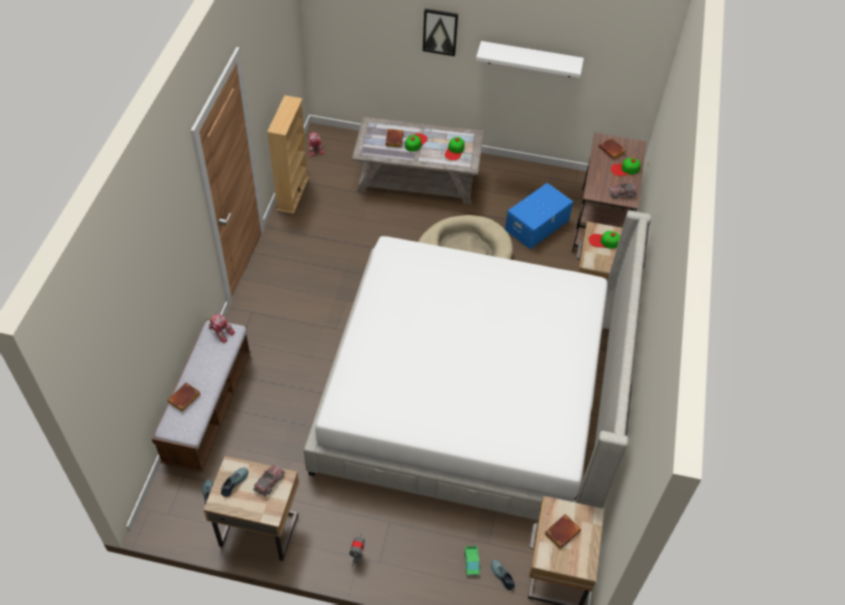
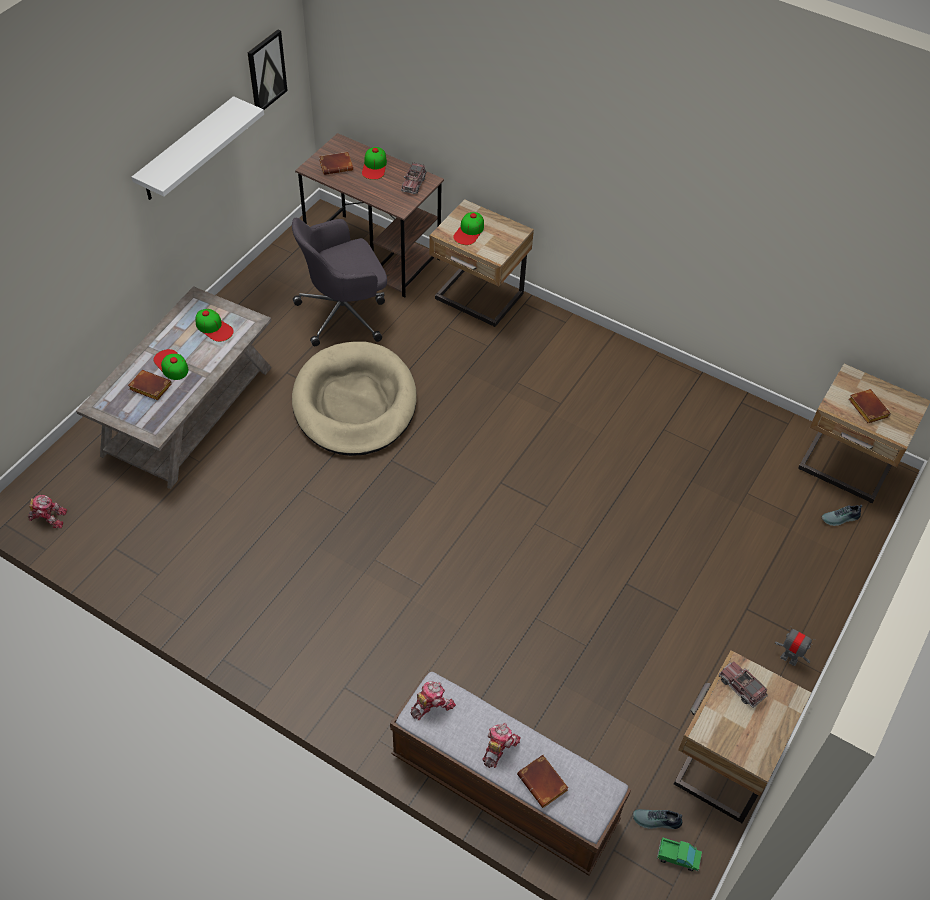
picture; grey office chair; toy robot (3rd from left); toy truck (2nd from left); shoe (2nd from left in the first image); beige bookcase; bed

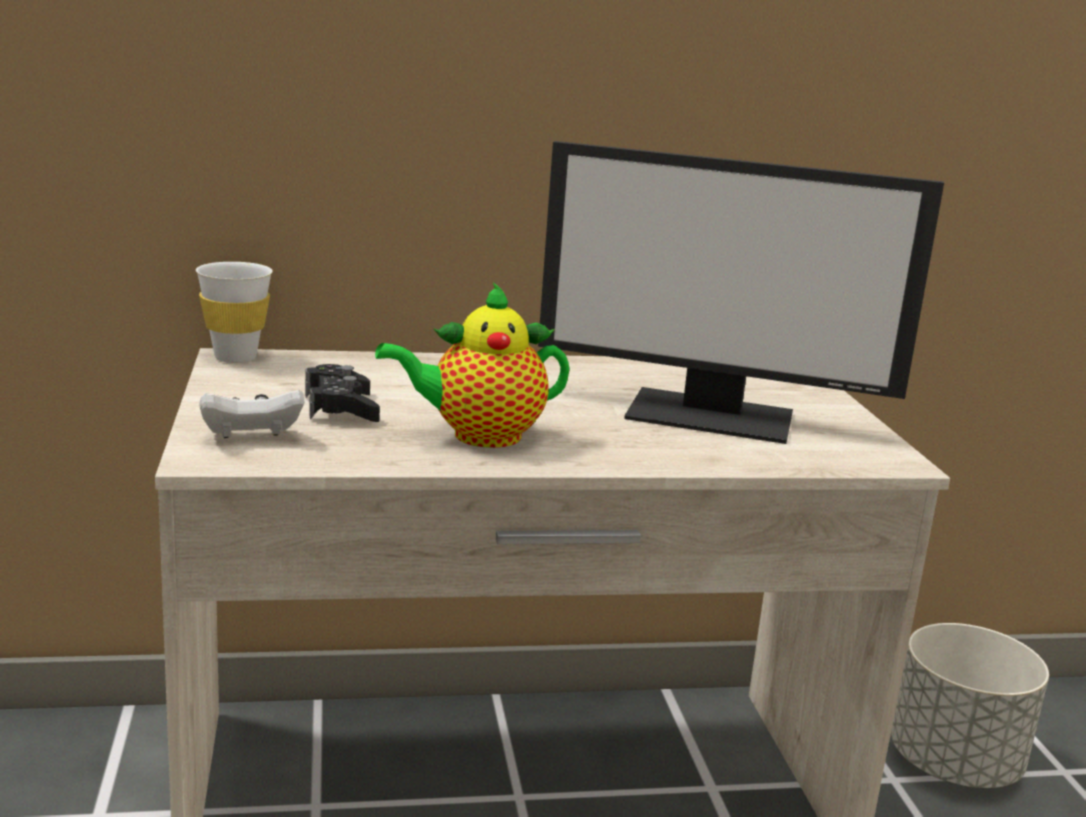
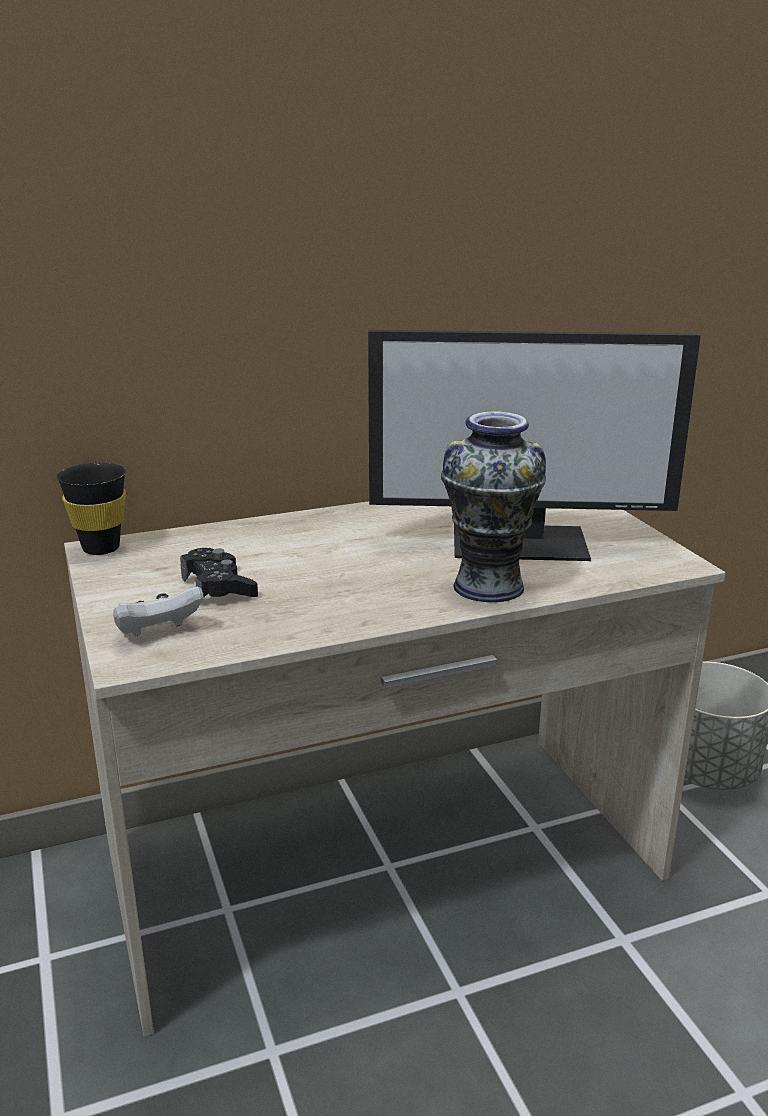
black cup; vase; teapot

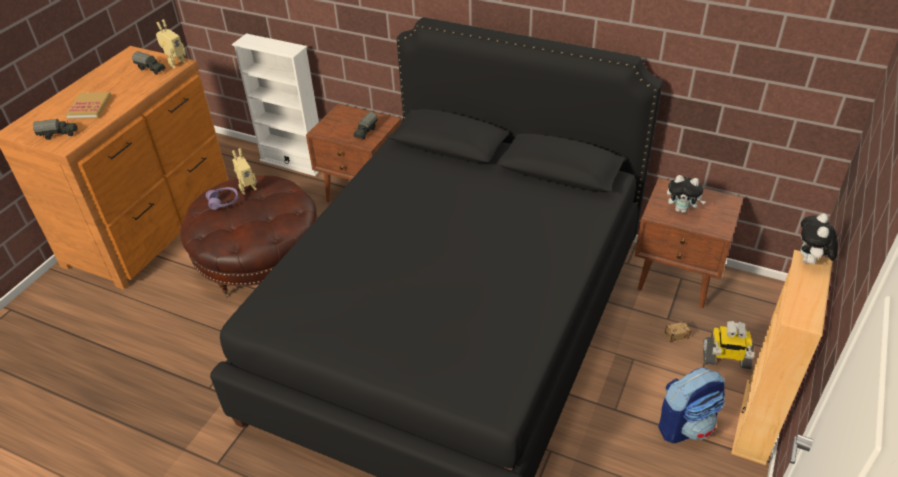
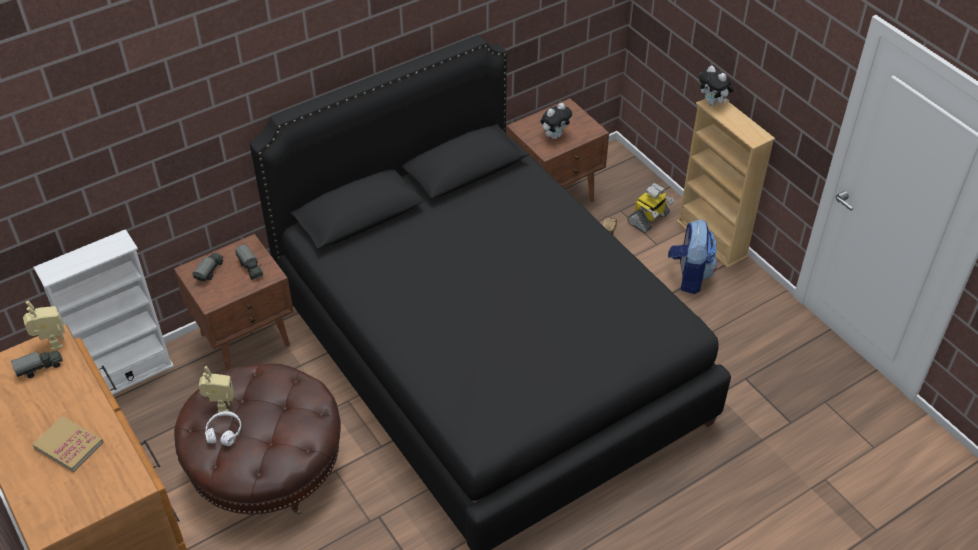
toy truck (2nd from left); white headphones

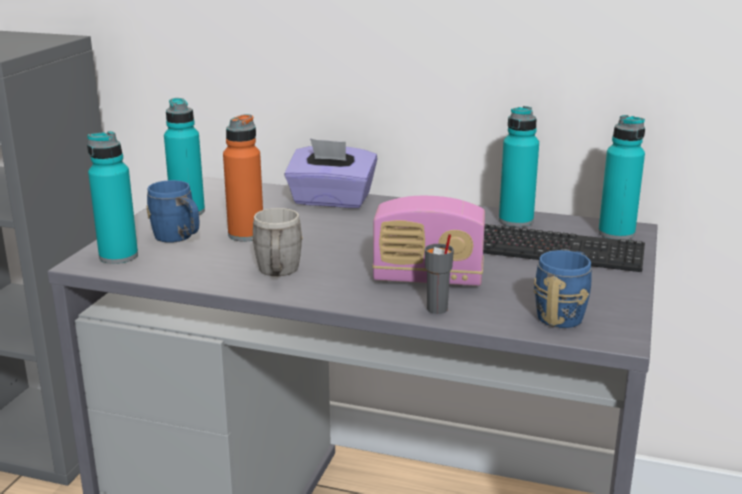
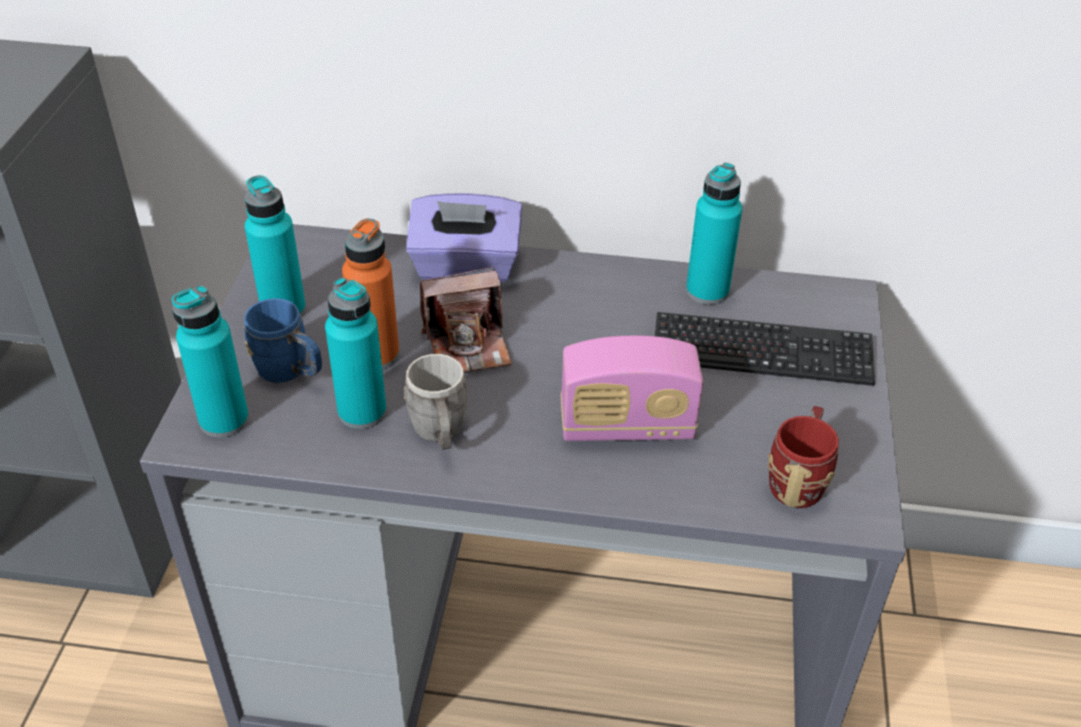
turquoise bottle (3rd from left); photo camera; red mug; grey cup

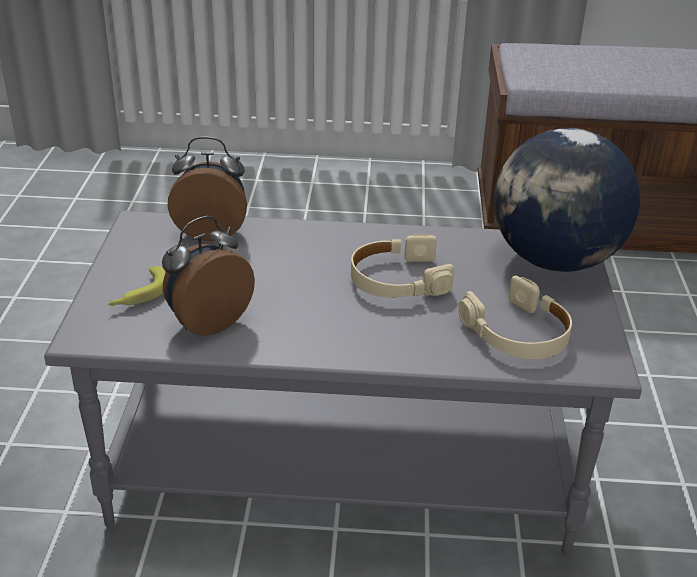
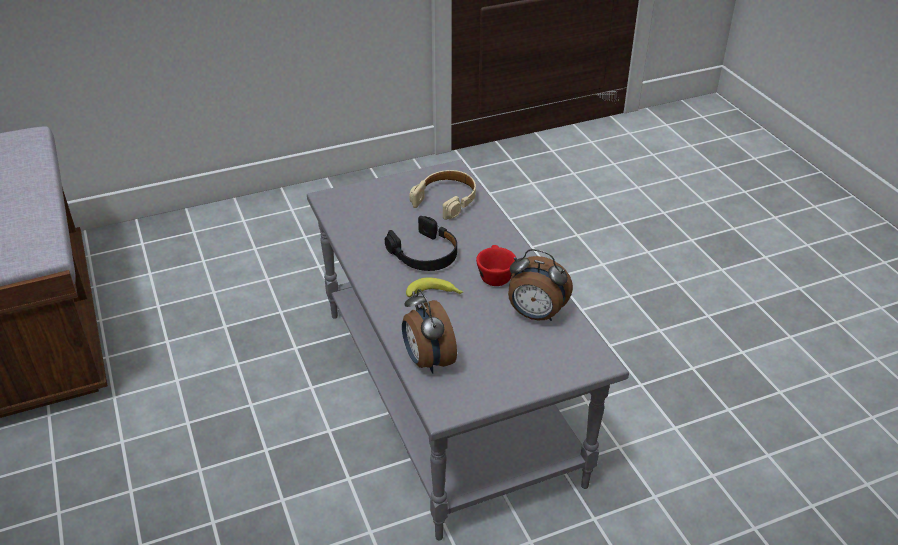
black headphones; banana; red cup; globe

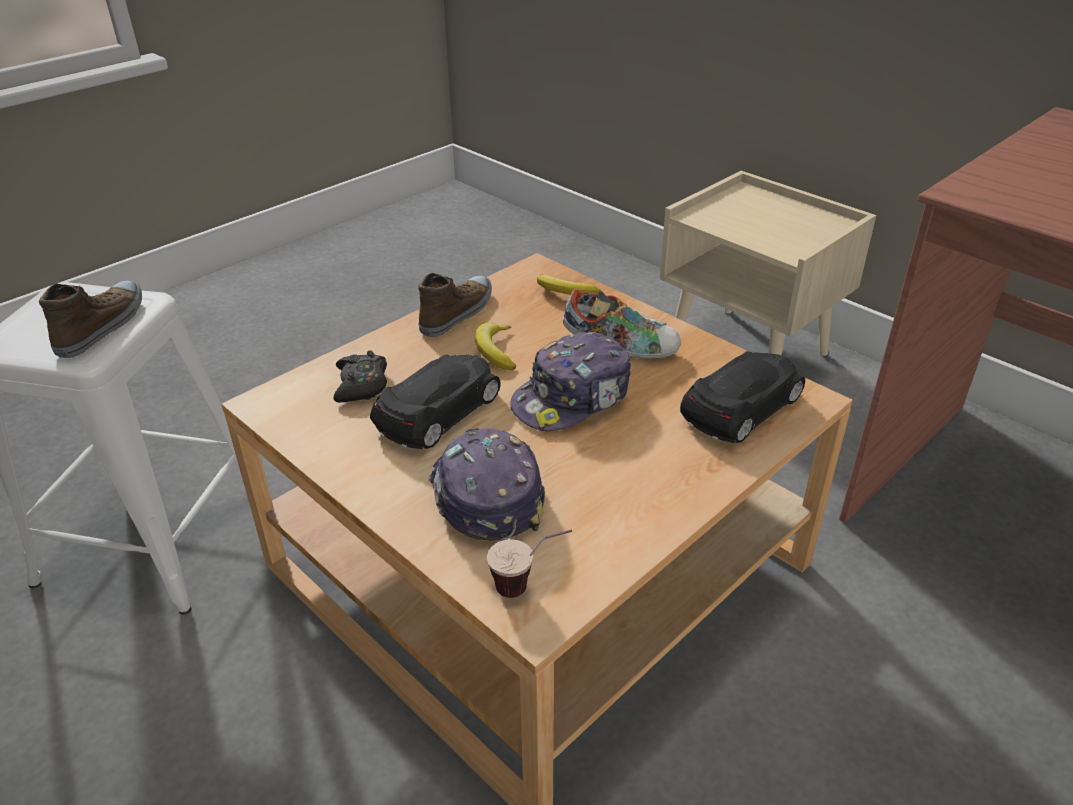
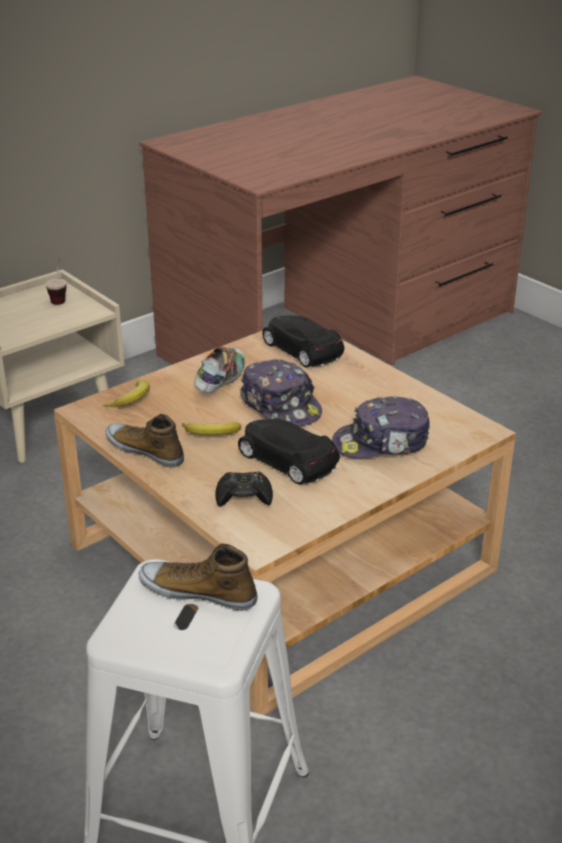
cup

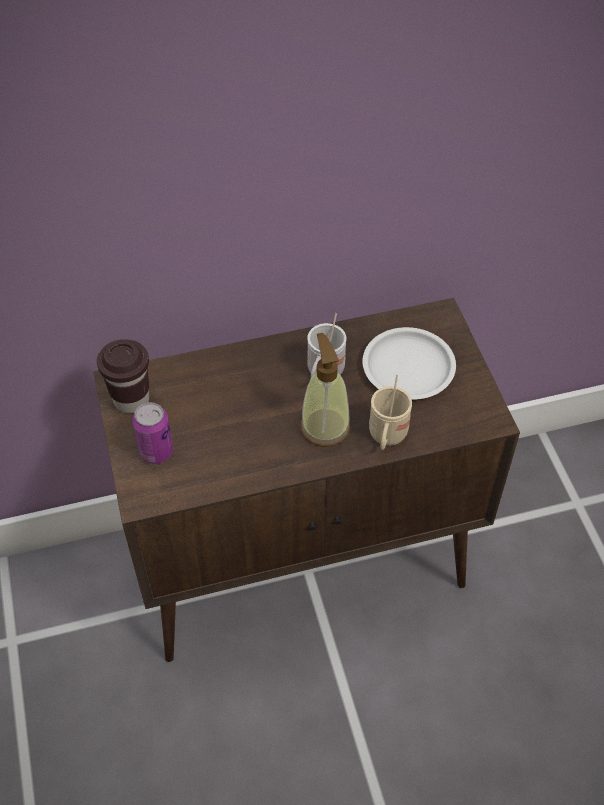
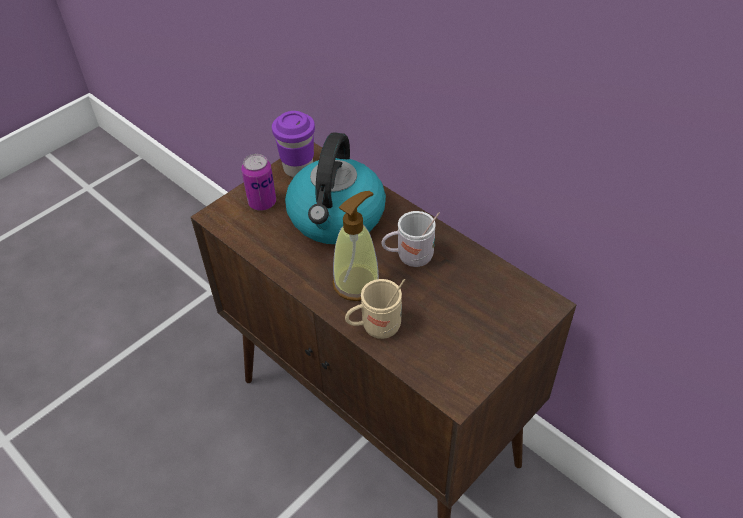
purple cup; kettle; white plate

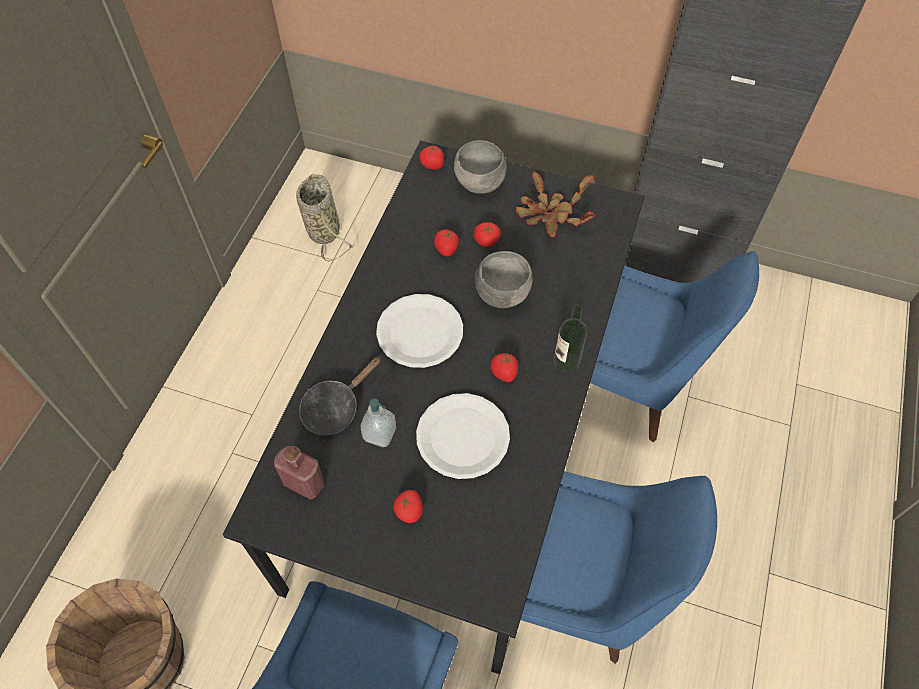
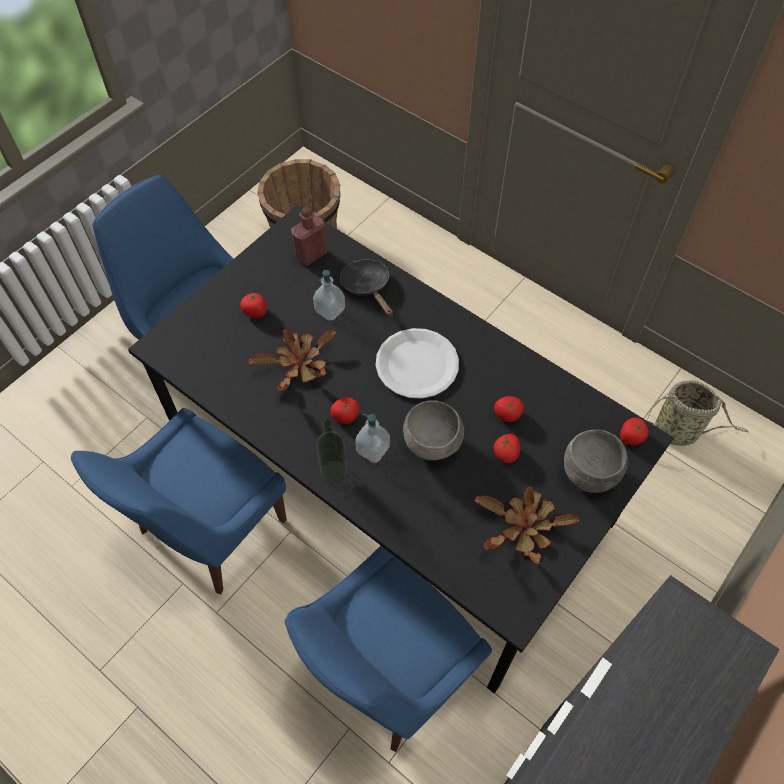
potted plant (1st from left); soap dispenser (2nd from left)

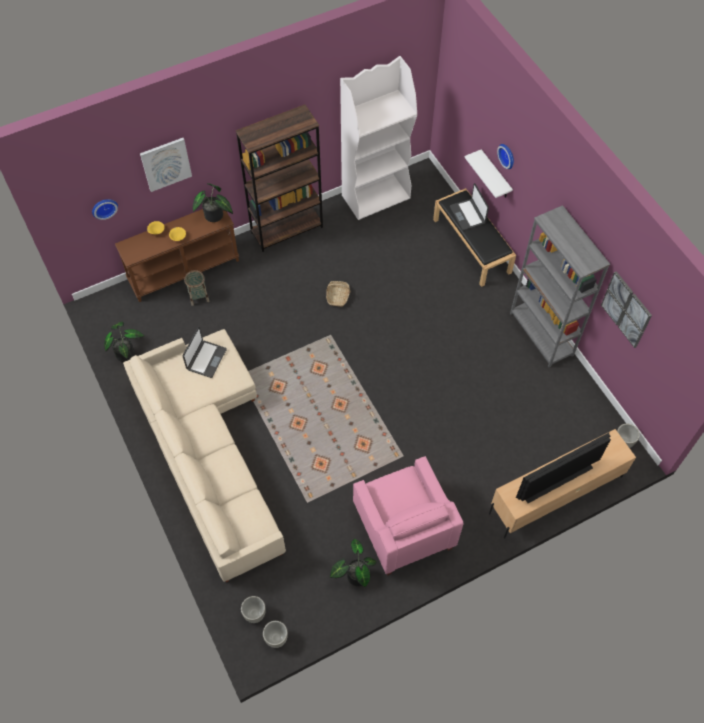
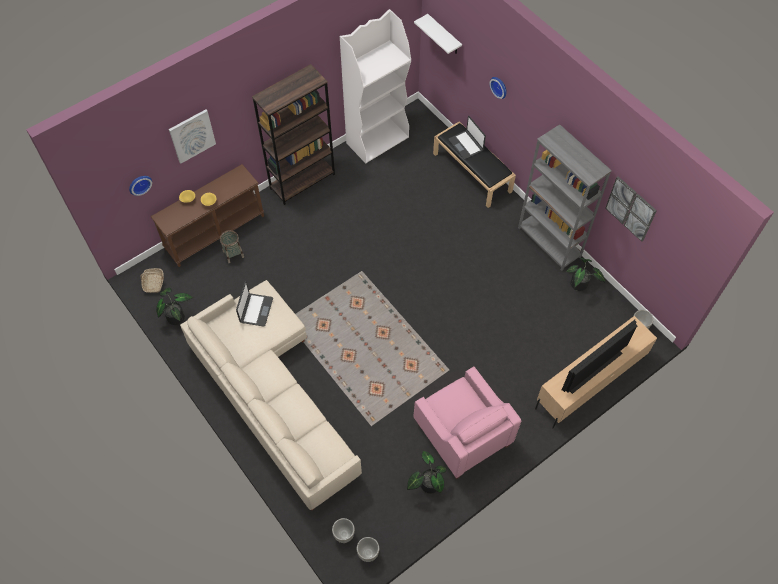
basket (1st from left); white shelf; potted plant (3rd from left)

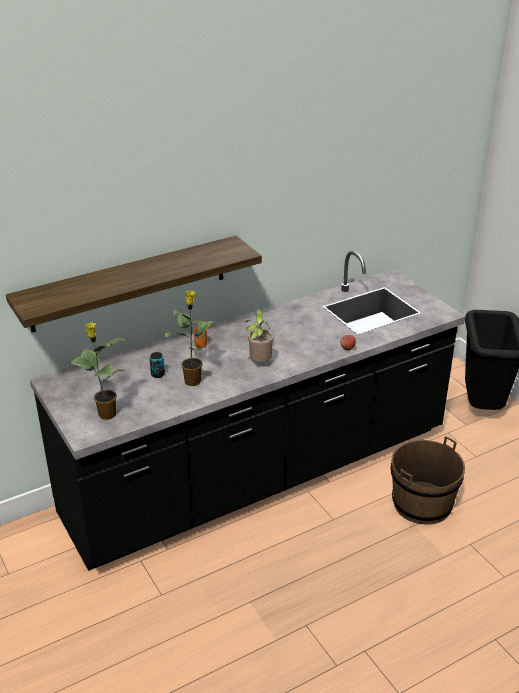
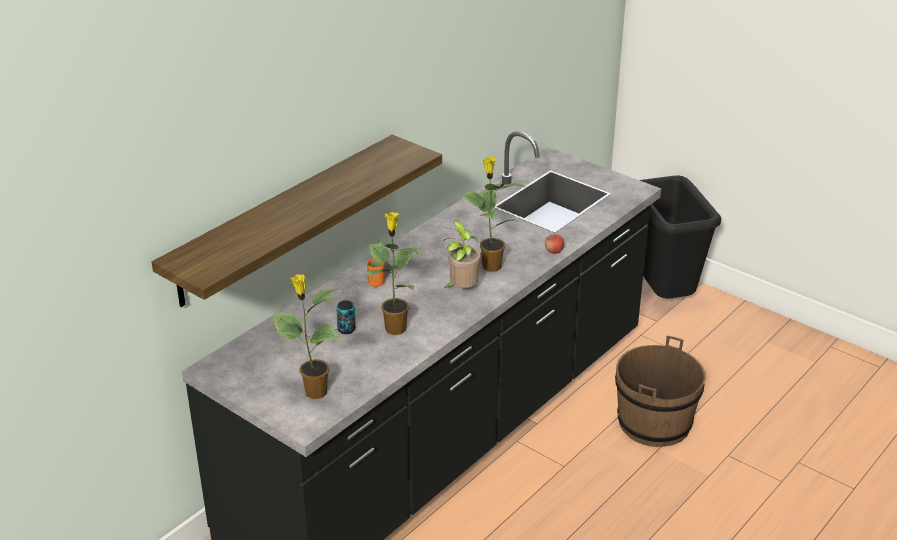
potted plant (4th from left)

